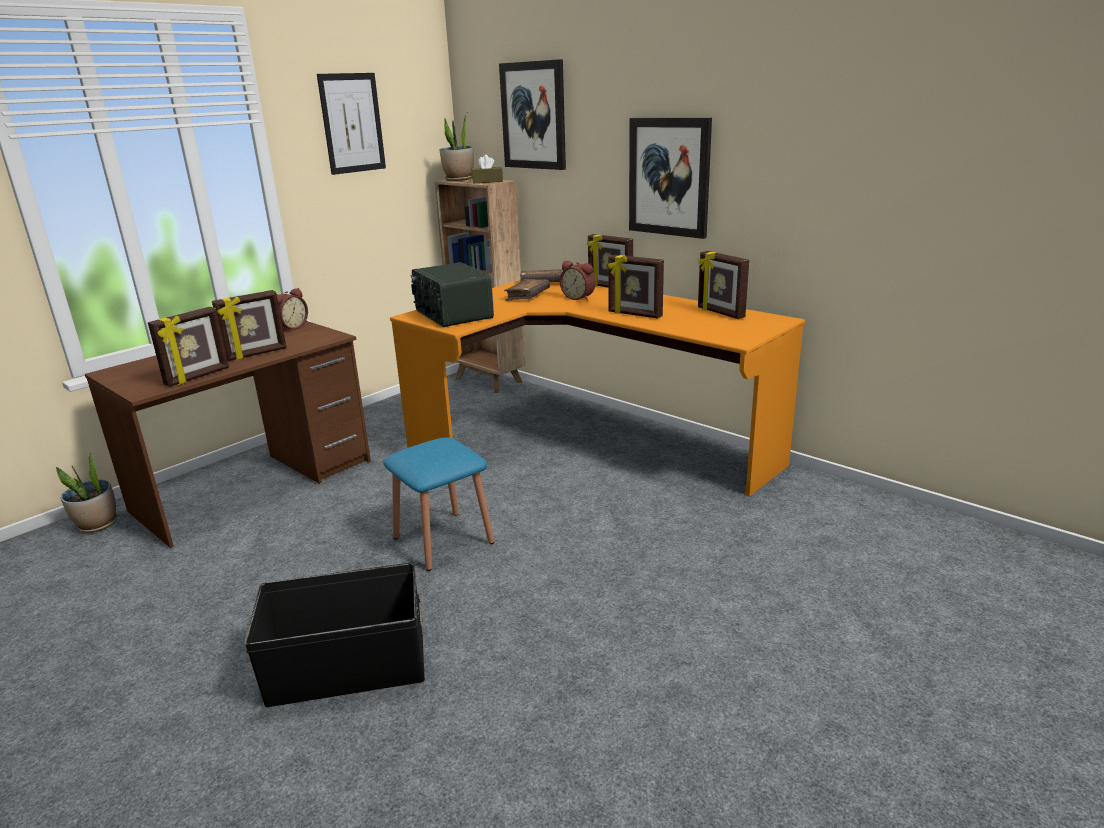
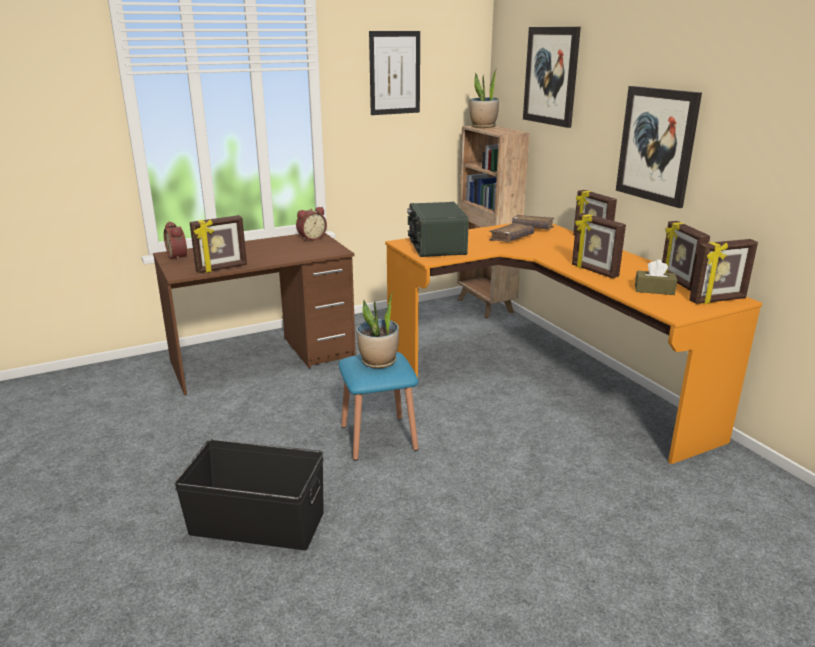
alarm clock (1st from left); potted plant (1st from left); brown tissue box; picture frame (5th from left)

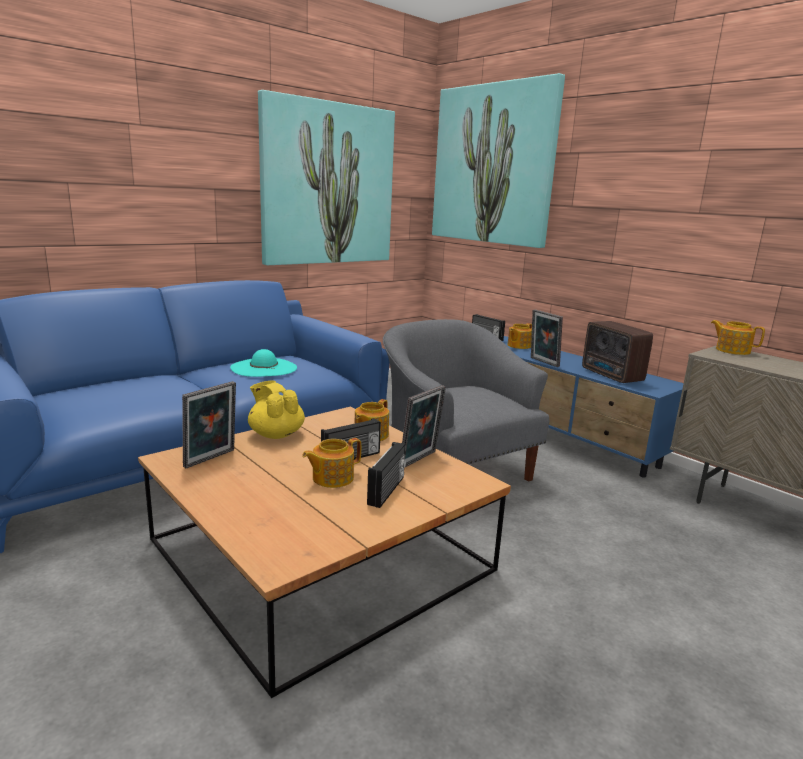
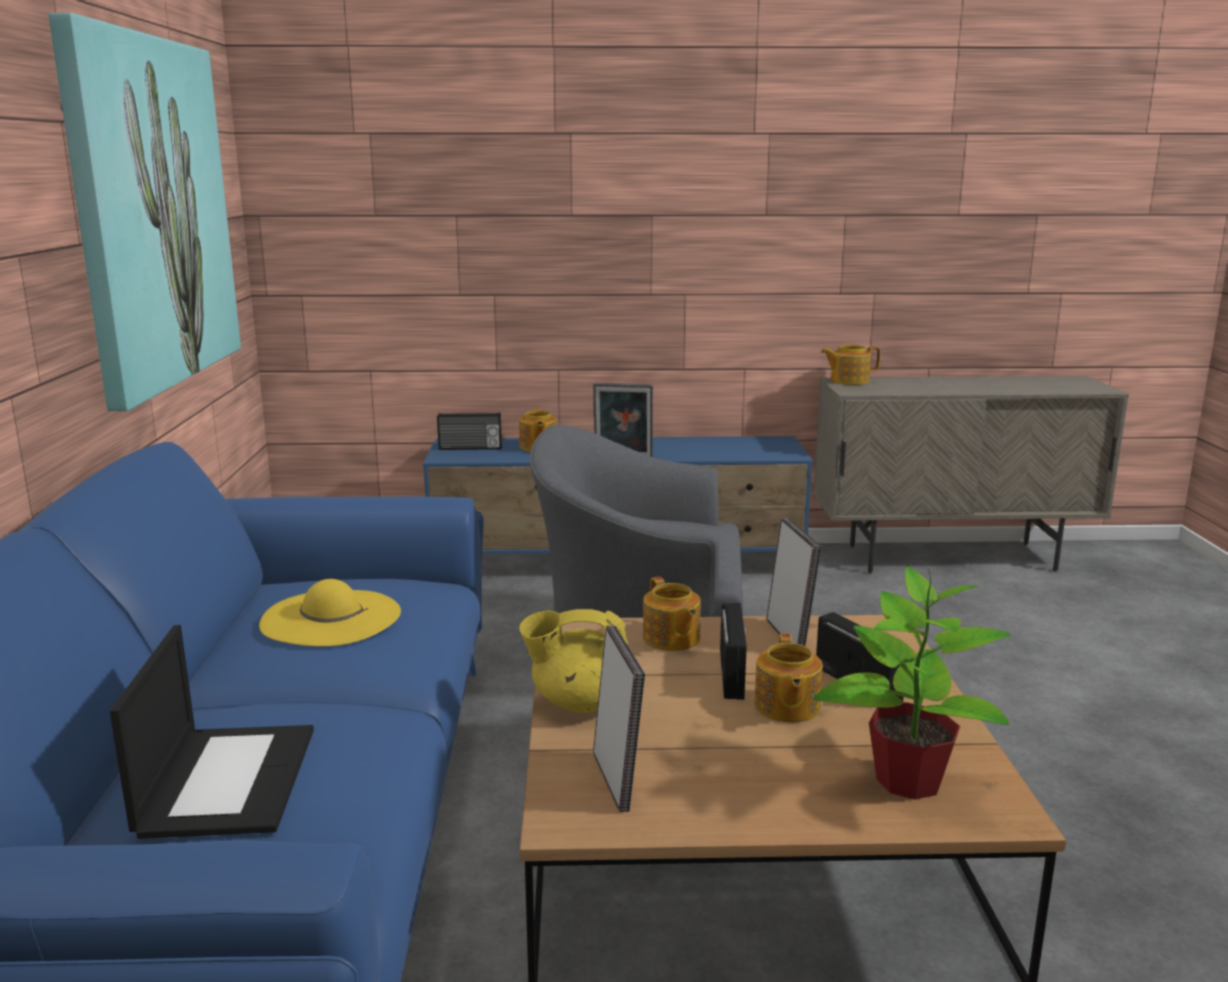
laptop; yellow hat; potted plant; picture (2nd from left in the first image); radio (4th from left in the first image)

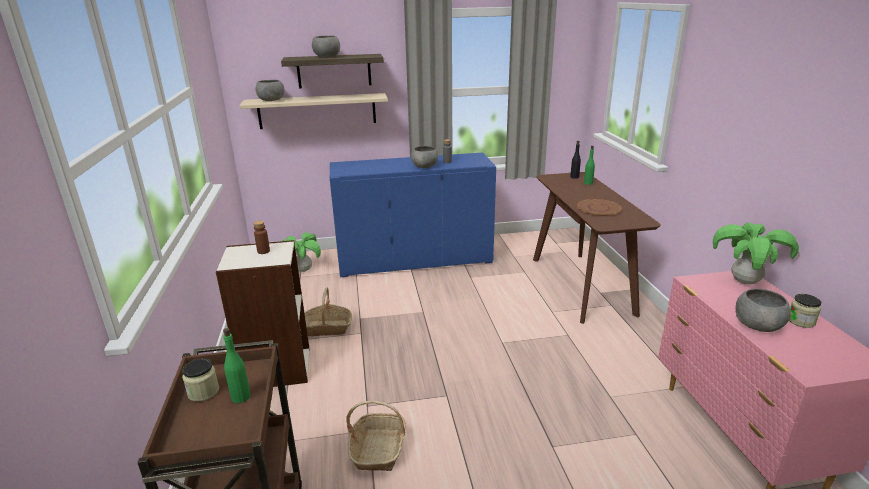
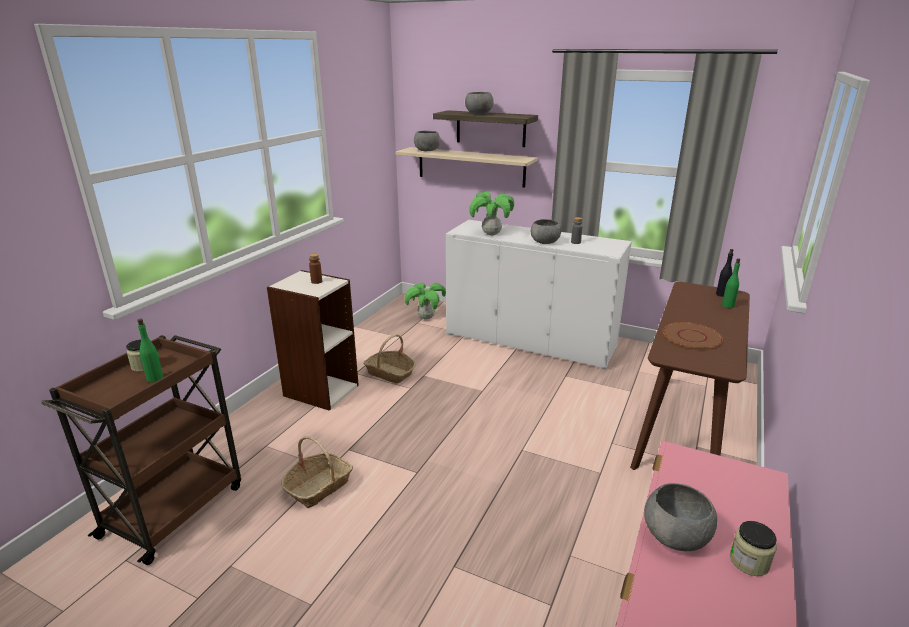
white cabinet; potted plant (2nd from left)

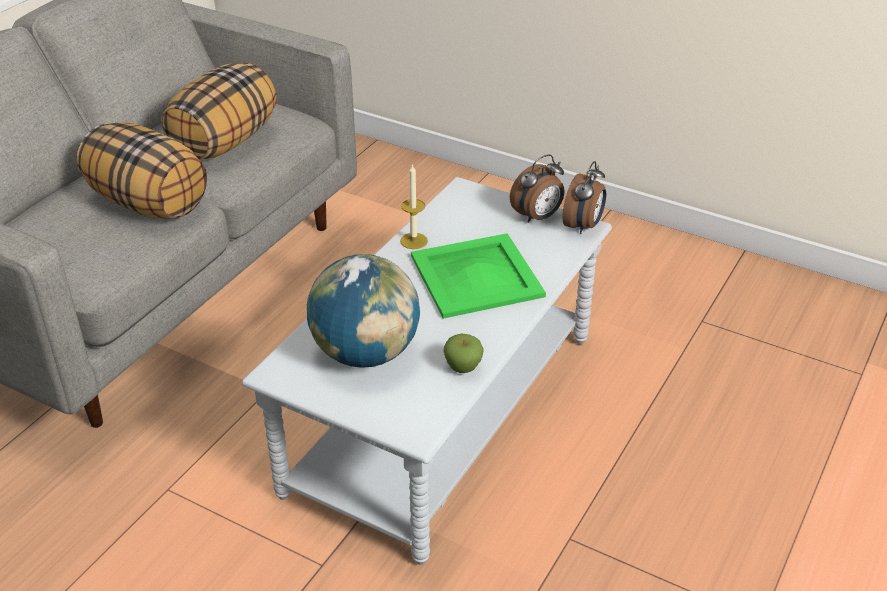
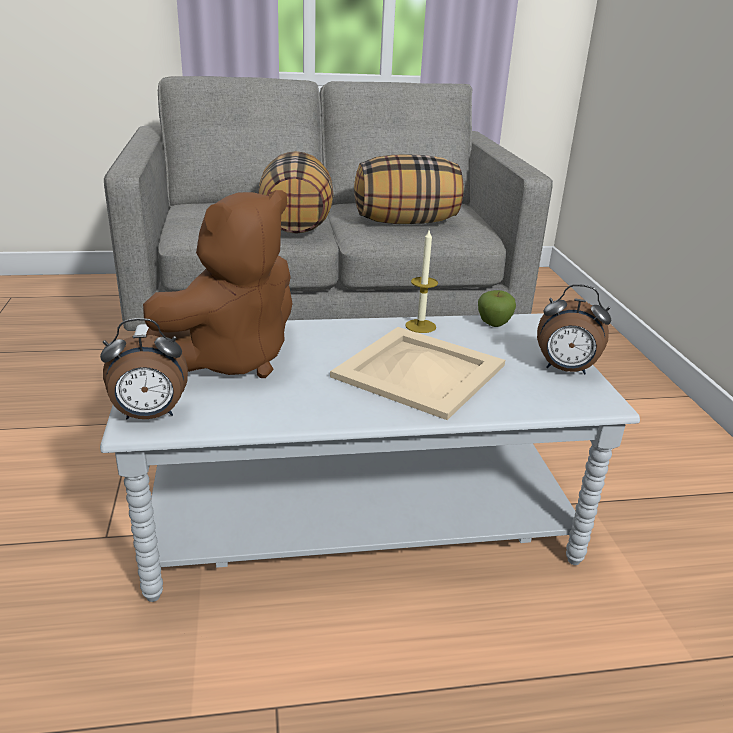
alarm clock (1st from left); brown plush toy; beige tray; apple

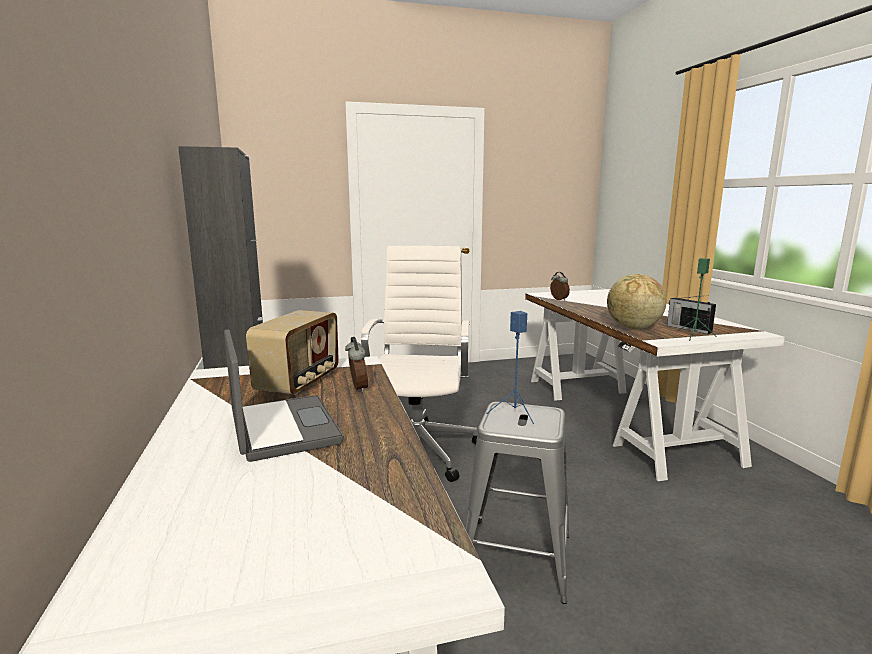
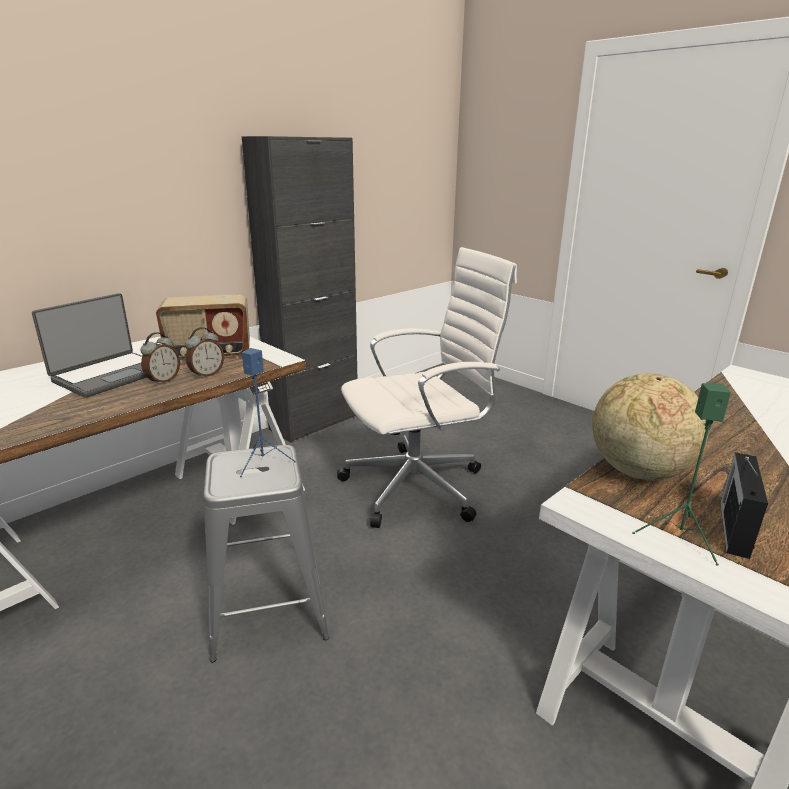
alarm clock (1st from left)

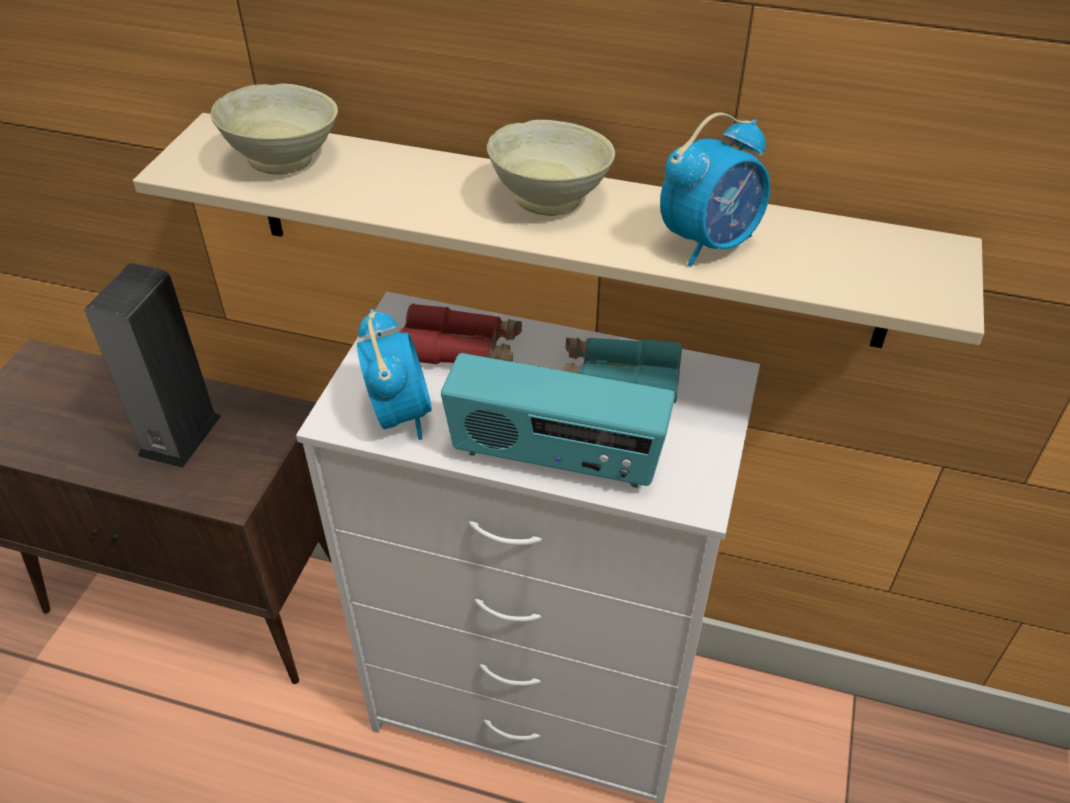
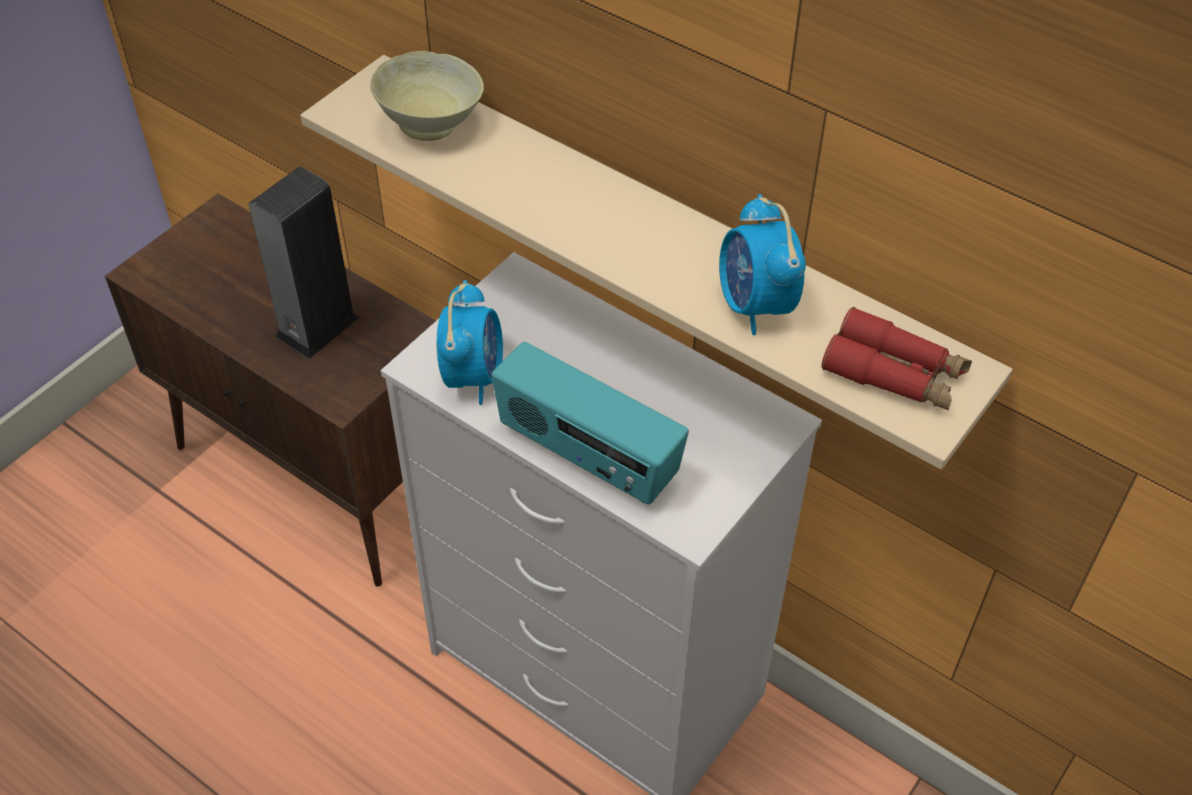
alarm clock (2nd from left); red binoculars; beige bowl (2nd from left in the first image); turquoise binoculars

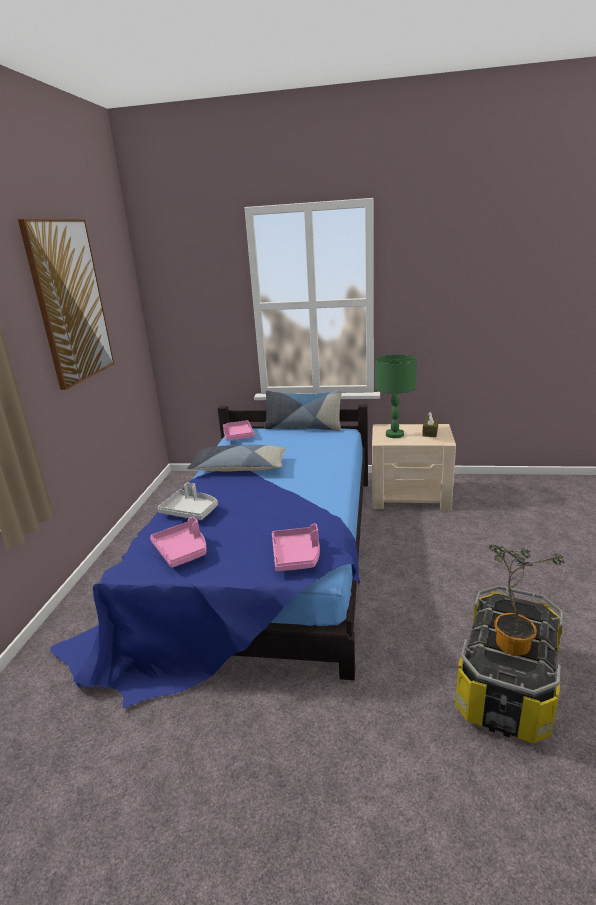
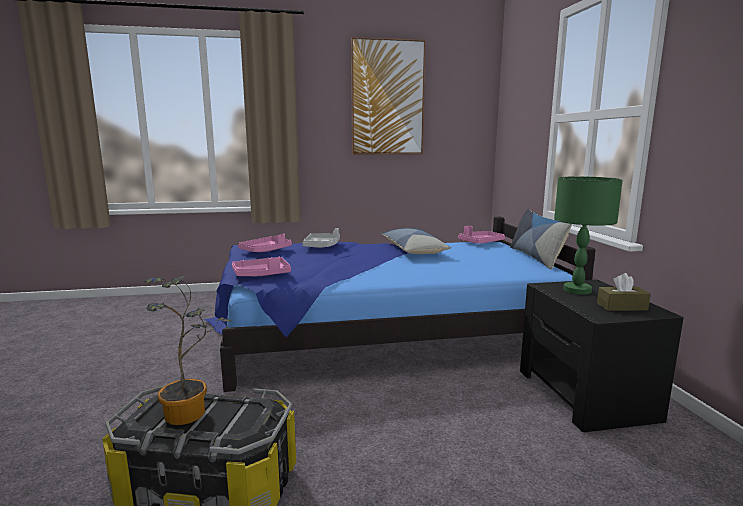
black nightstand

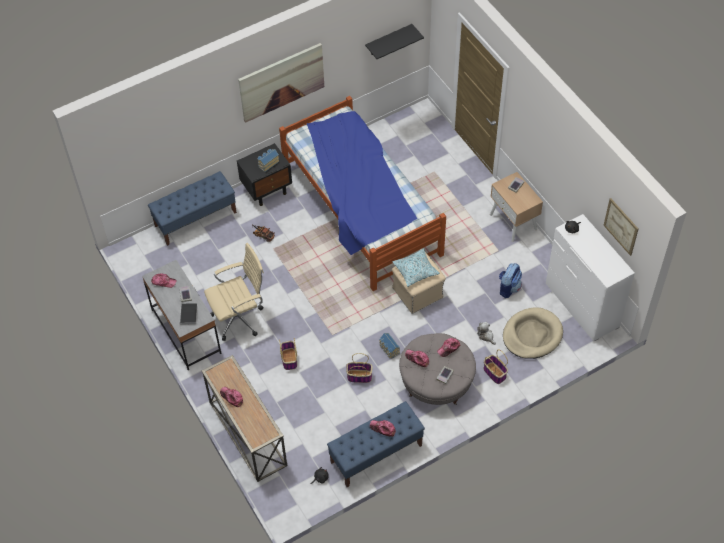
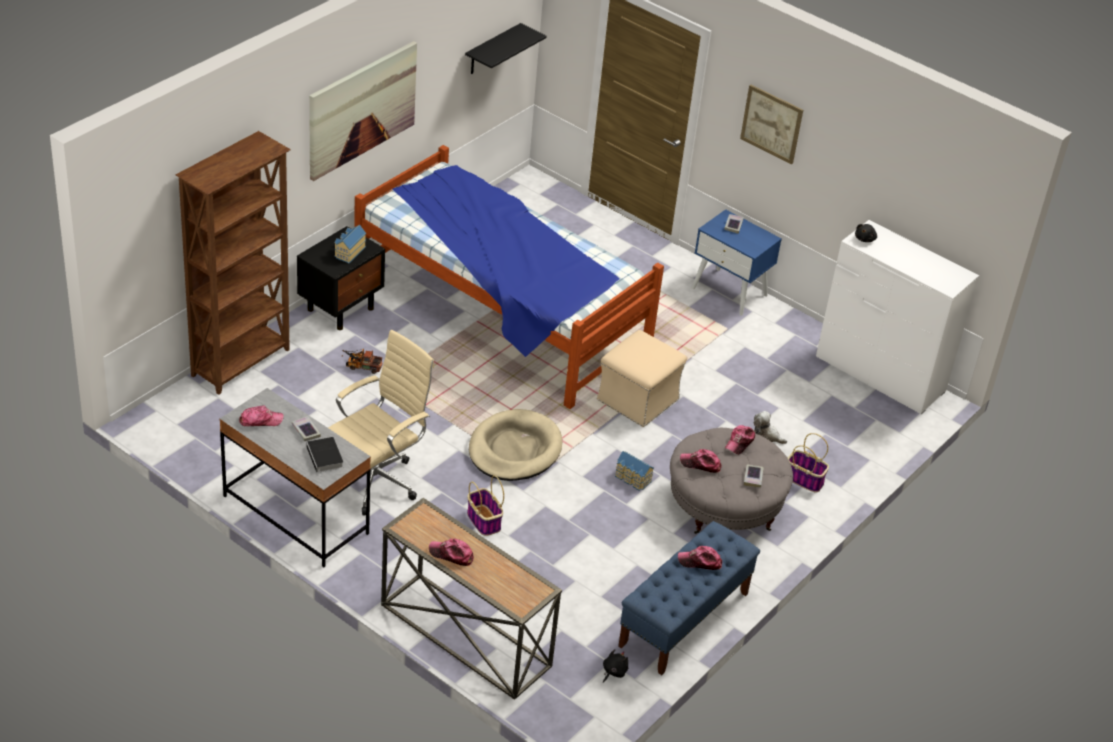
brown bookcase; beige dog bed; blue nightstand; picture (2nd from left); basket (2nd from left in the first image); pillow; backpack

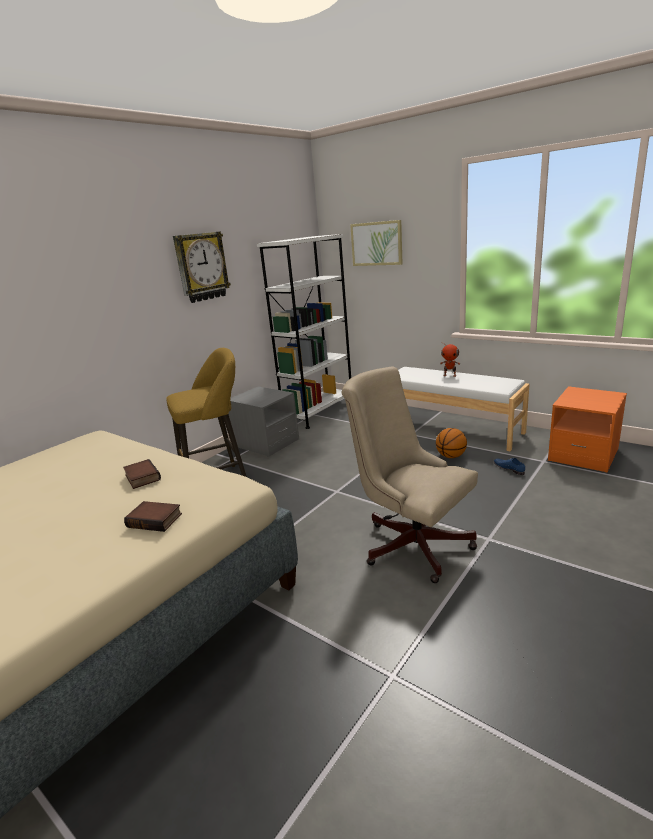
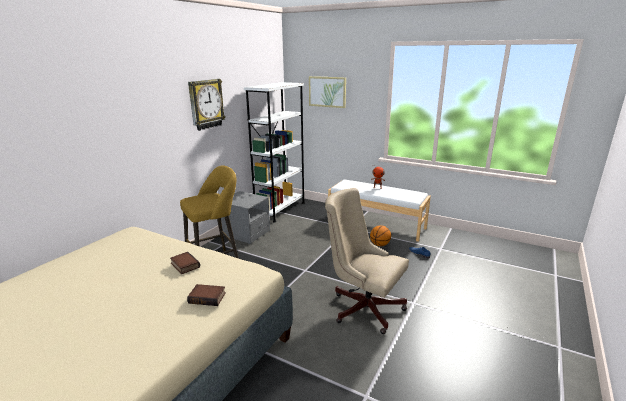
orange nightstand

